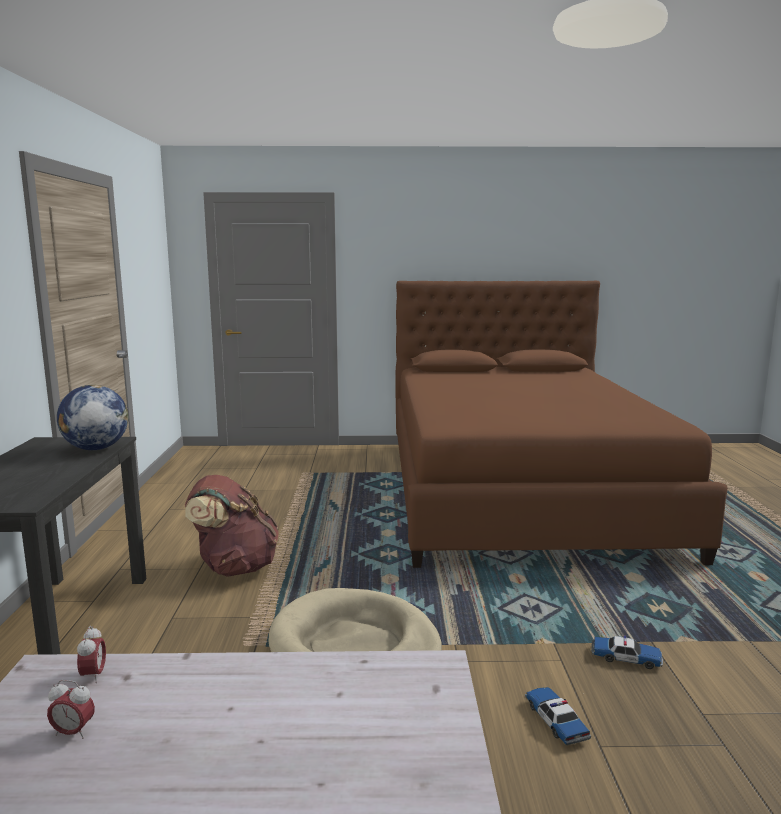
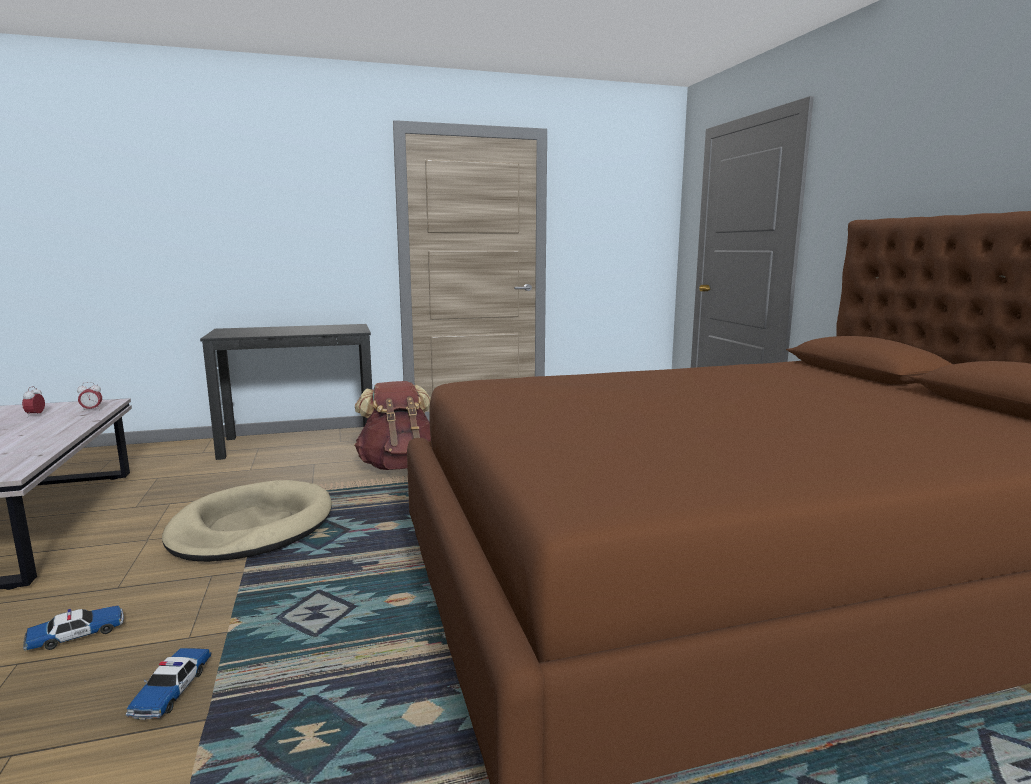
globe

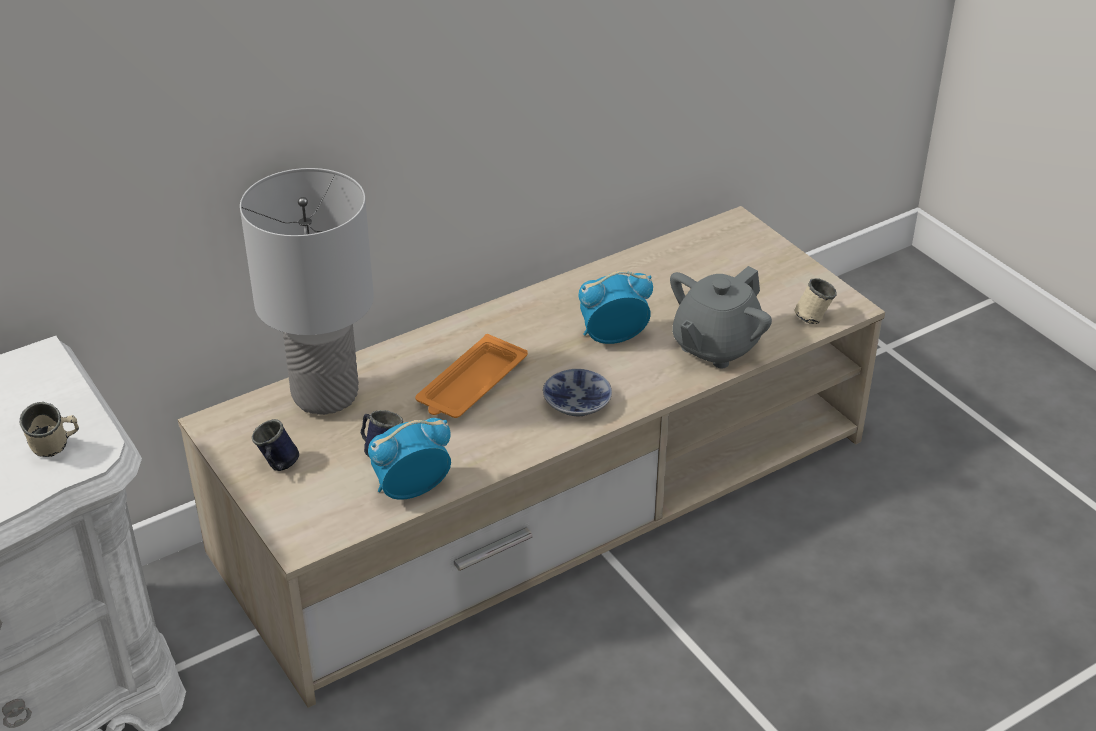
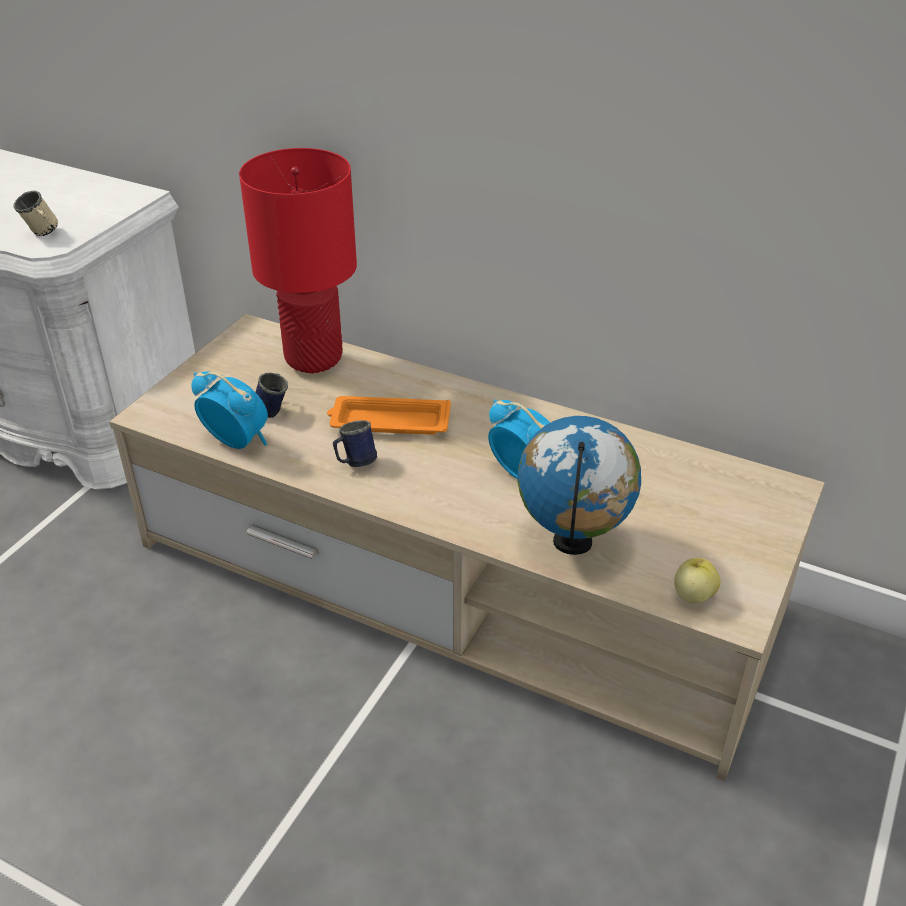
red table lamp
blue mug (2nd from left)
bowl
globe
apple

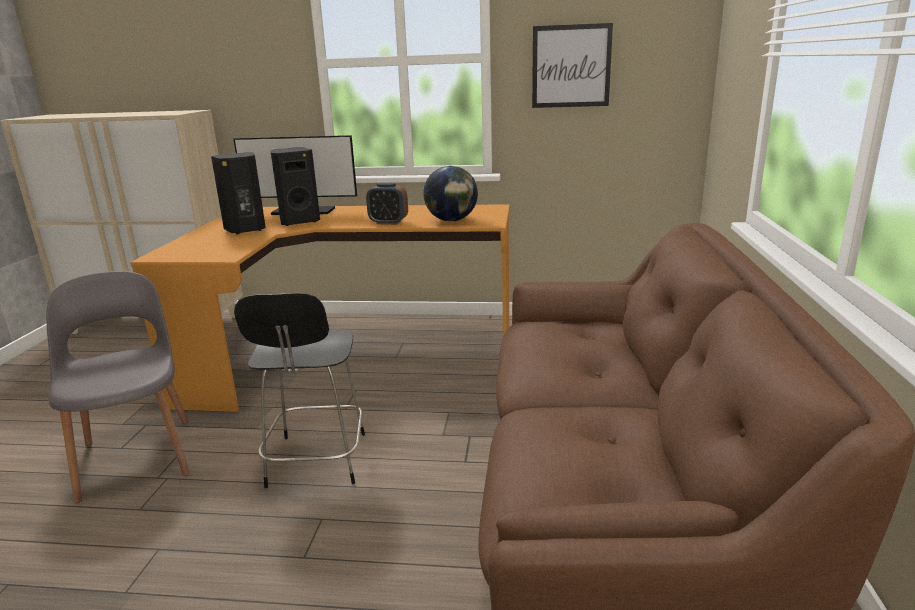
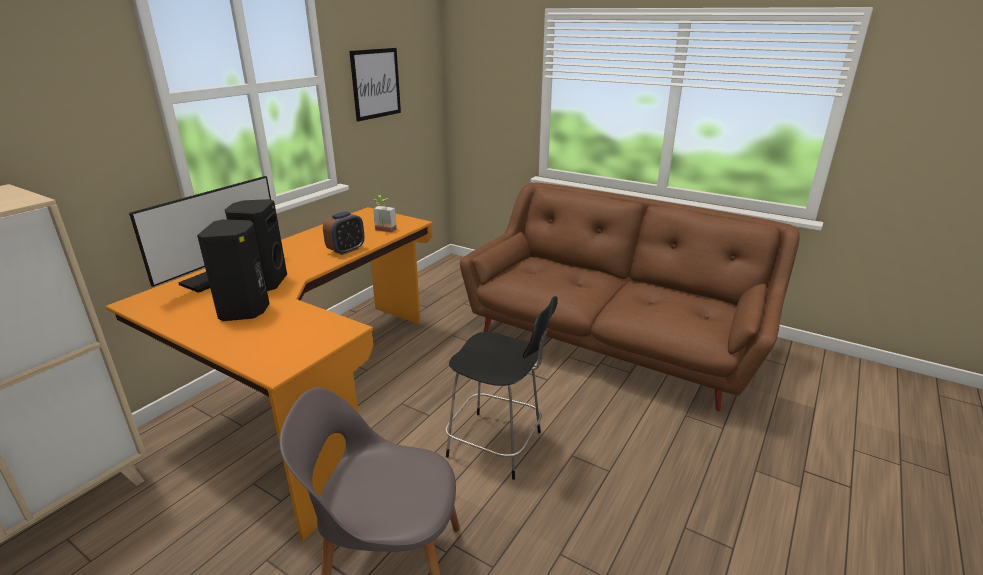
potted plant

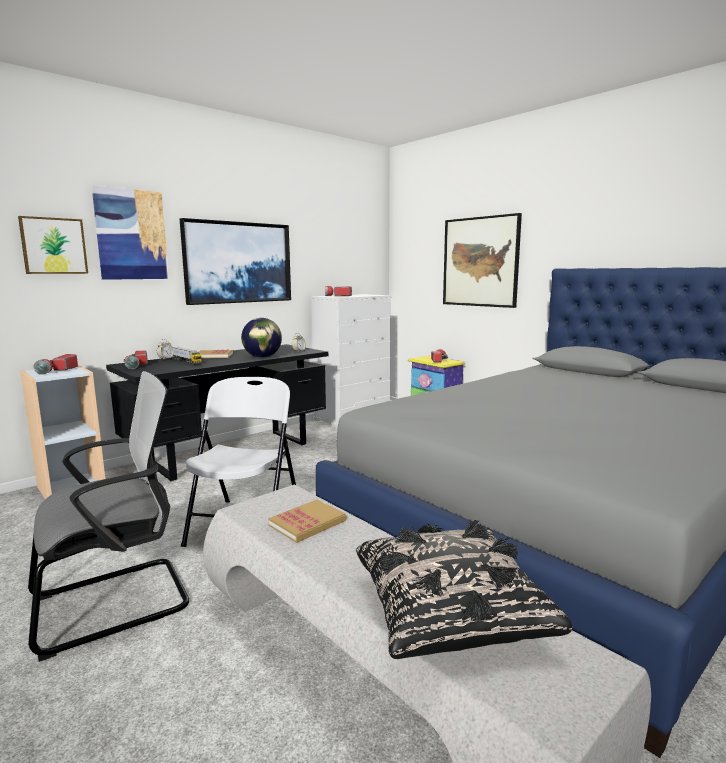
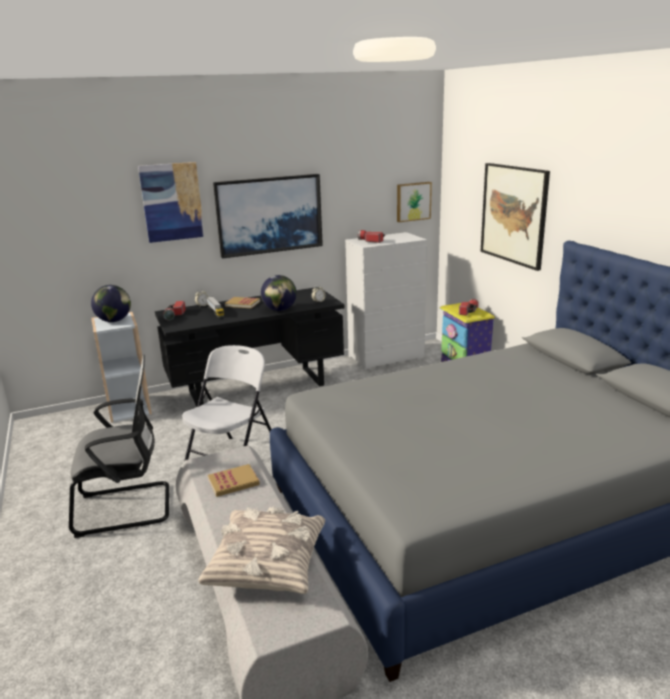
picture (3rd from left)
globe (1st from left)
beige pillow

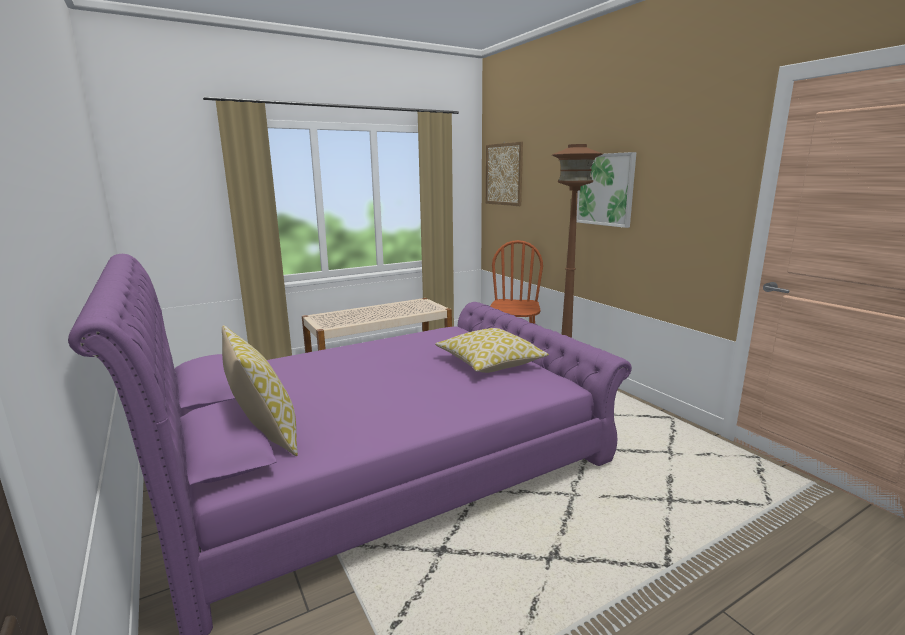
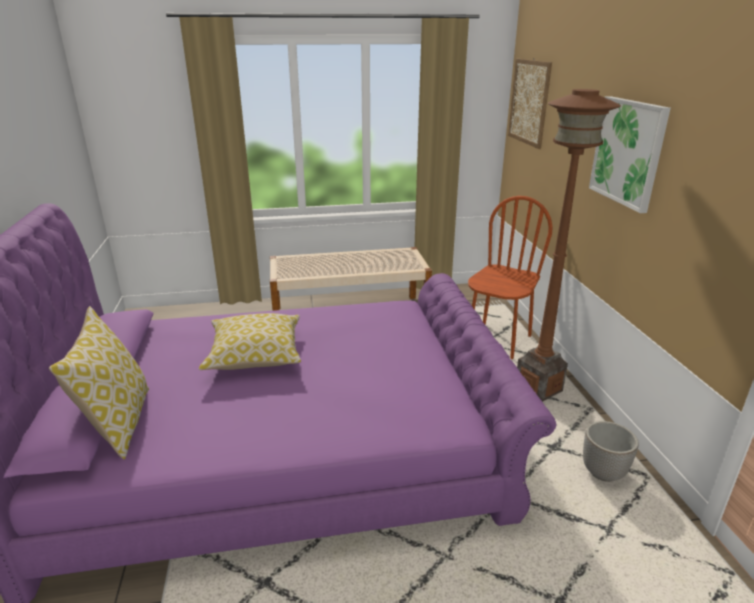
pillow (2nd from left)
planter

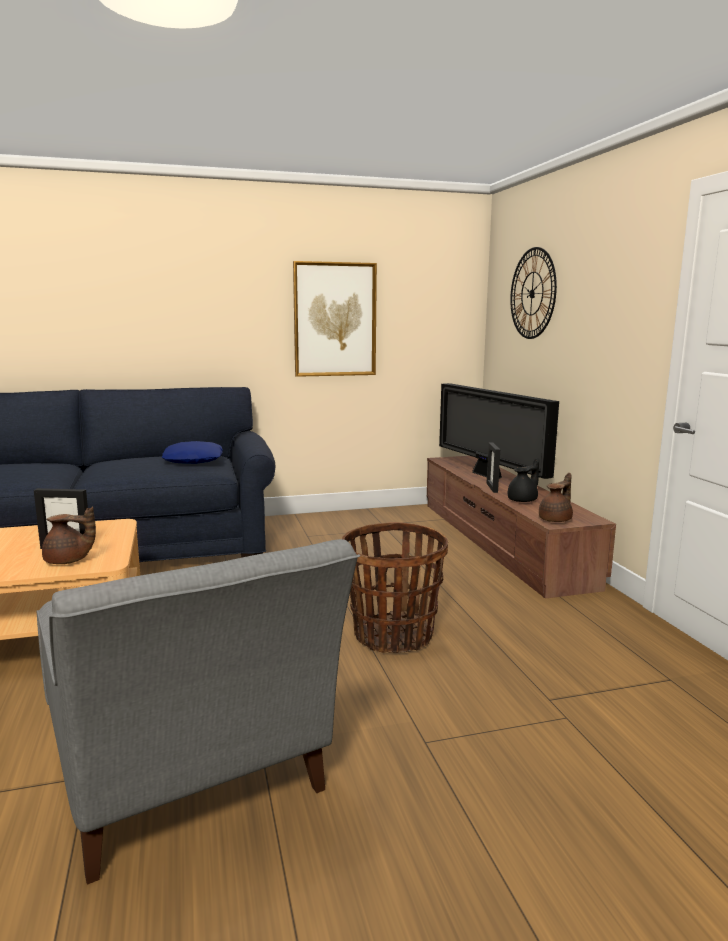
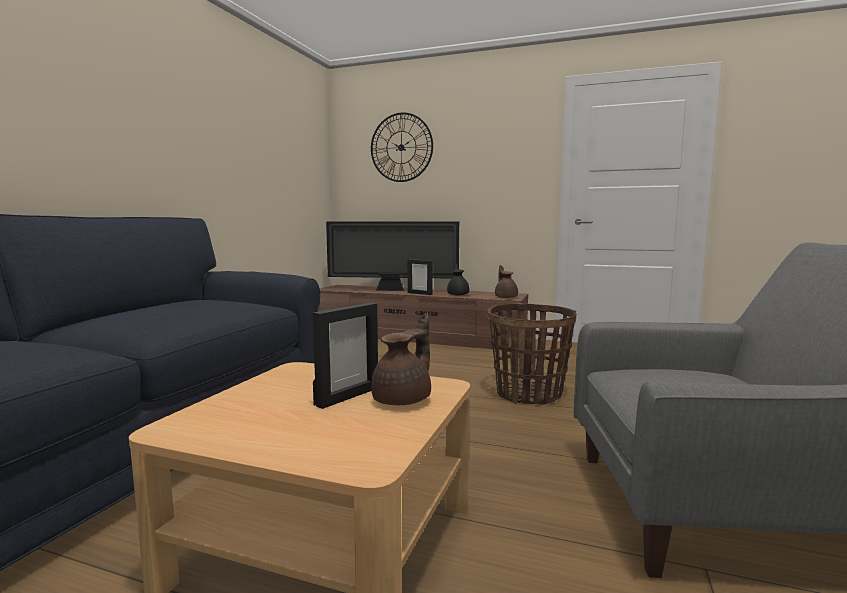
blue pillow
picture

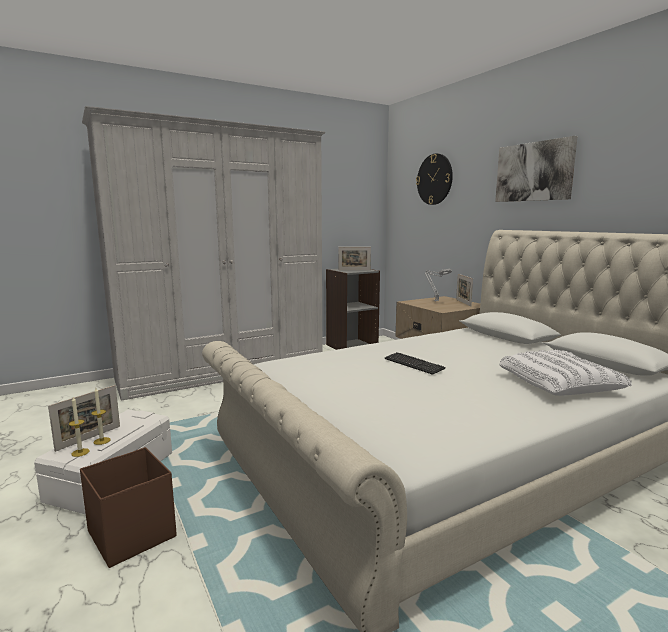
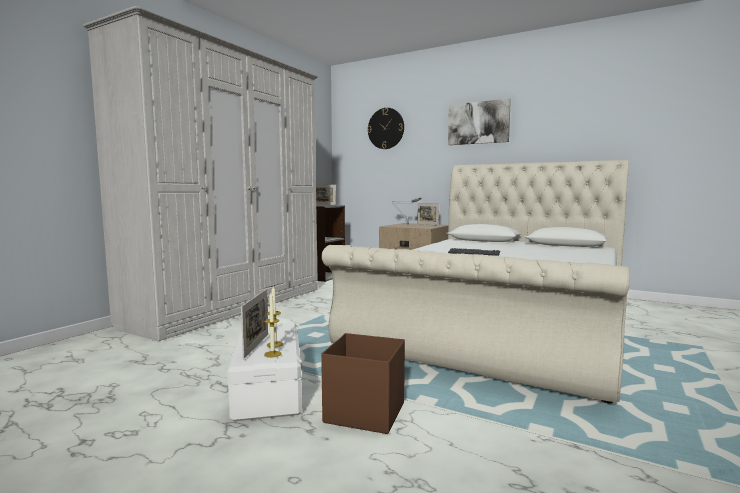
white pillow

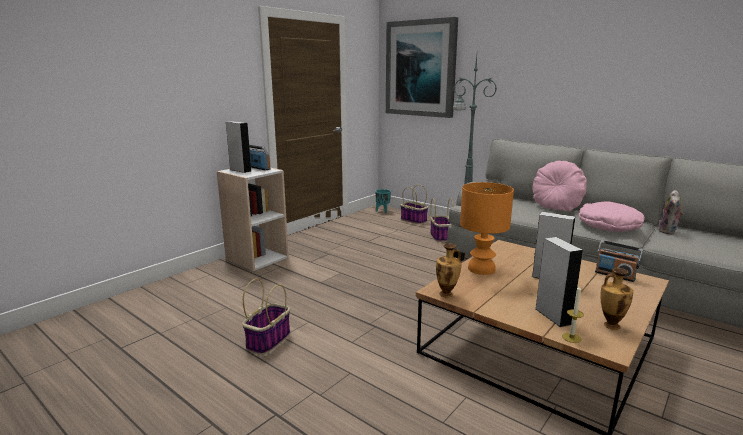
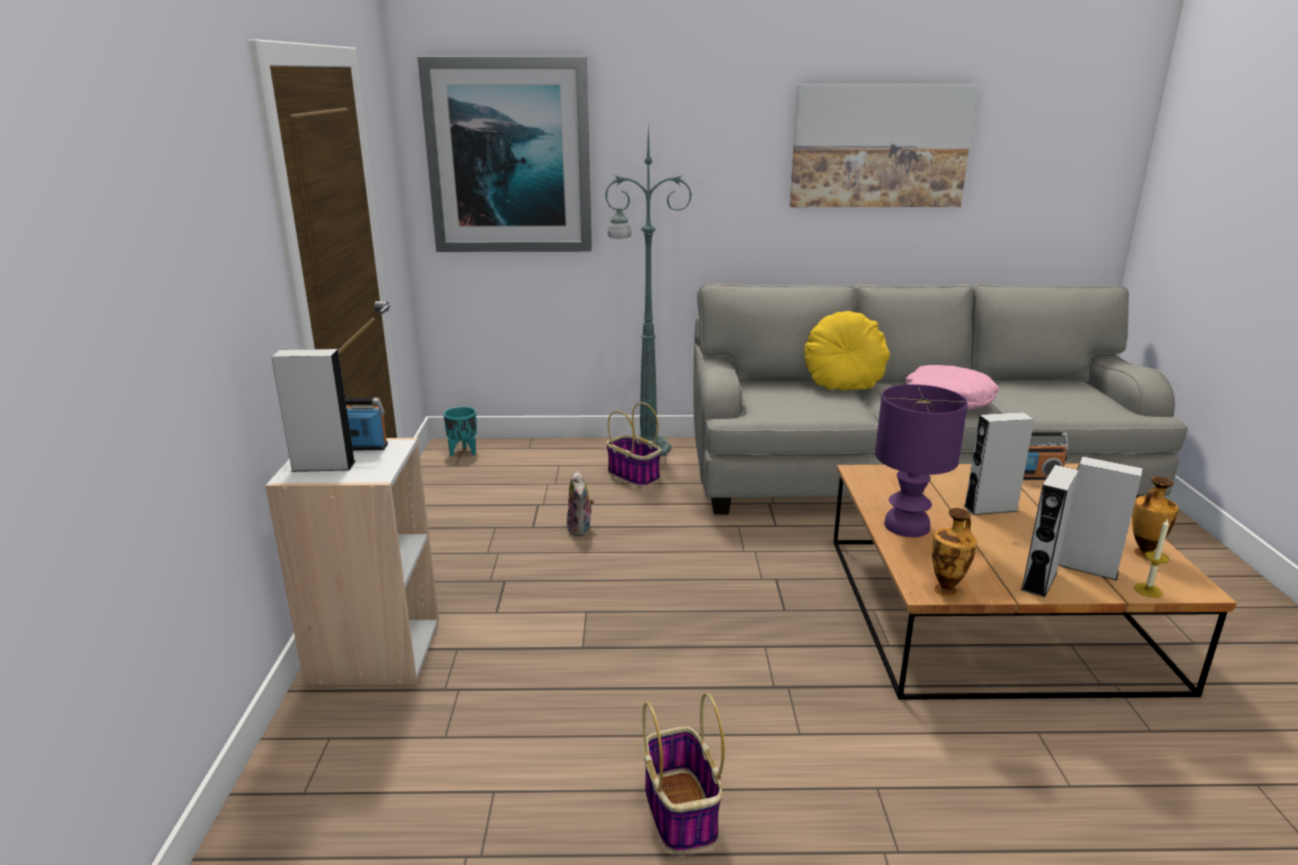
basket (2nd from left in the first image)
purple table lamp
yellow pillow
plush toy
picture (2nd from left)
grey speaker (3rd from left)

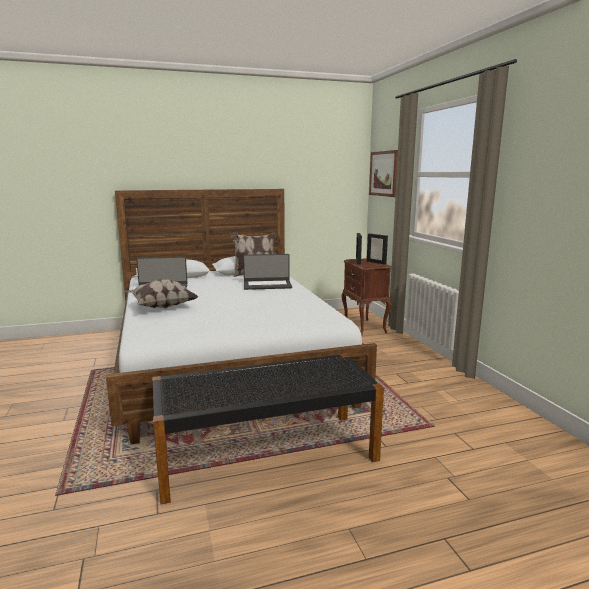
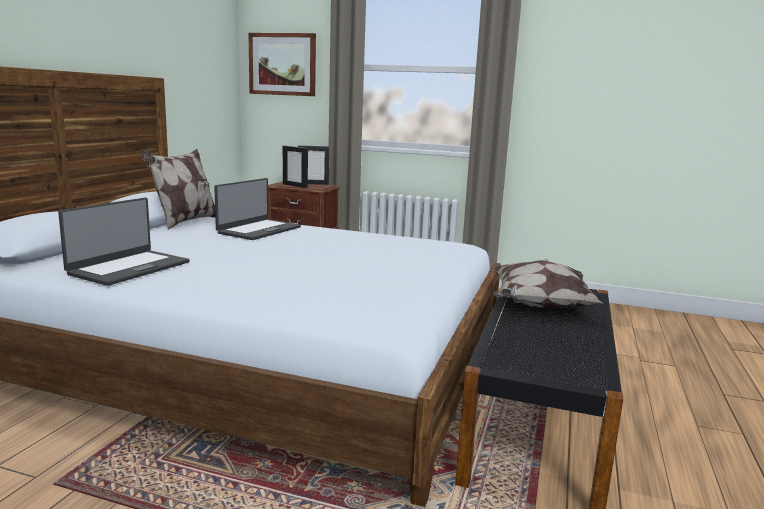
pillow (2nd from left)

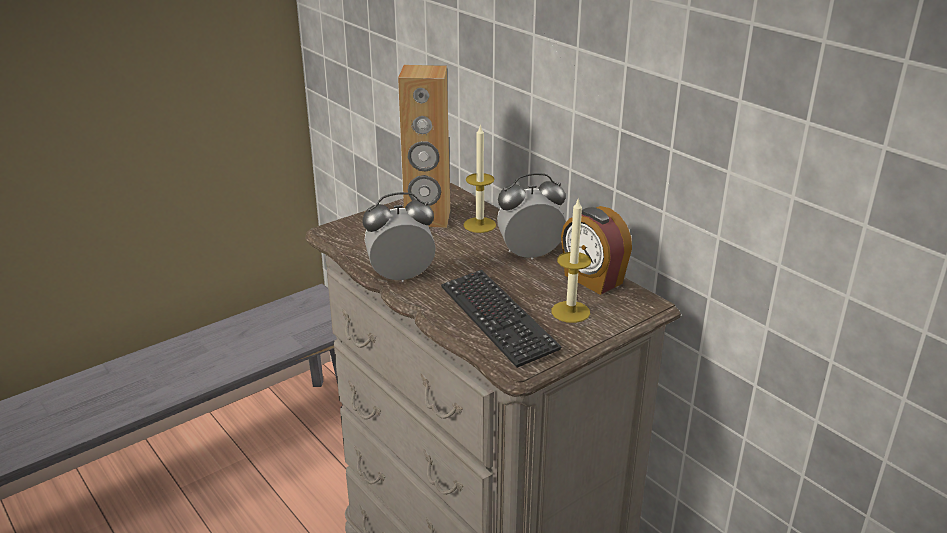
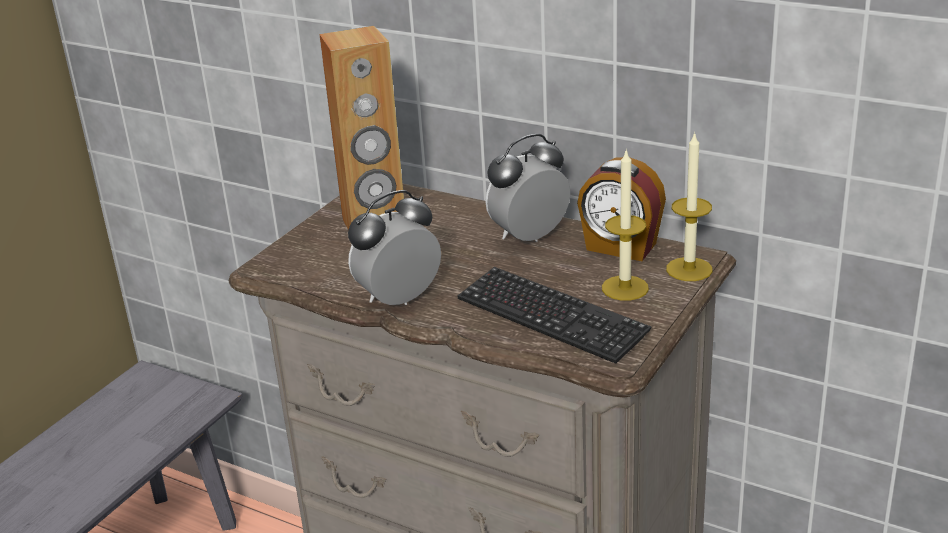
candle (2nd from left)

